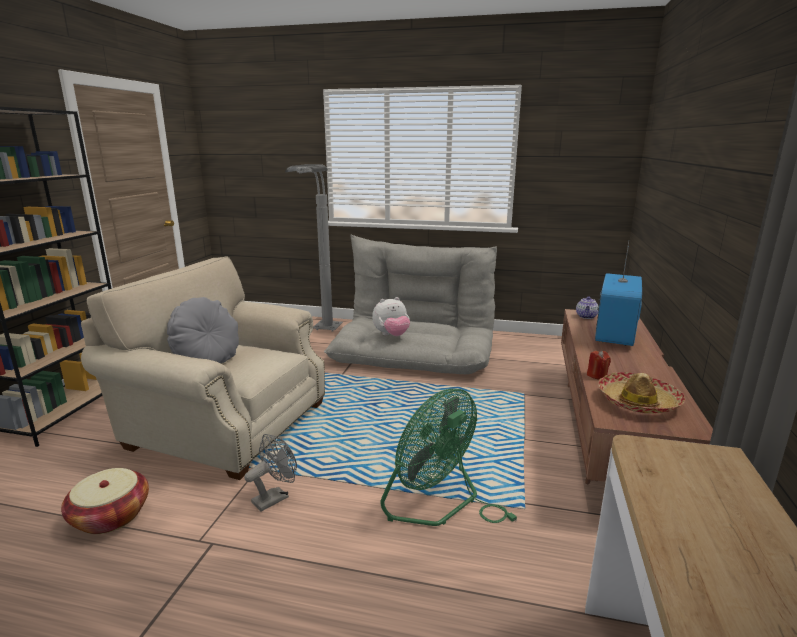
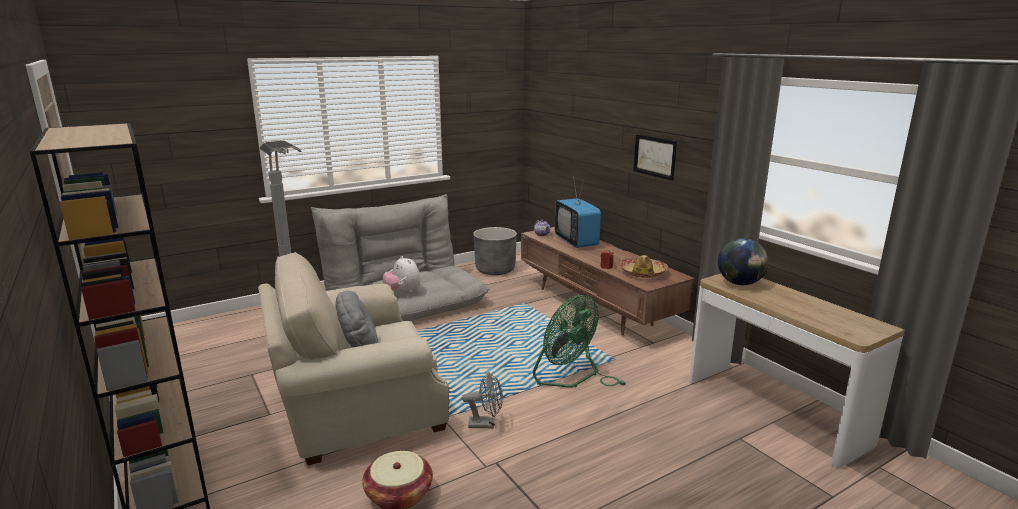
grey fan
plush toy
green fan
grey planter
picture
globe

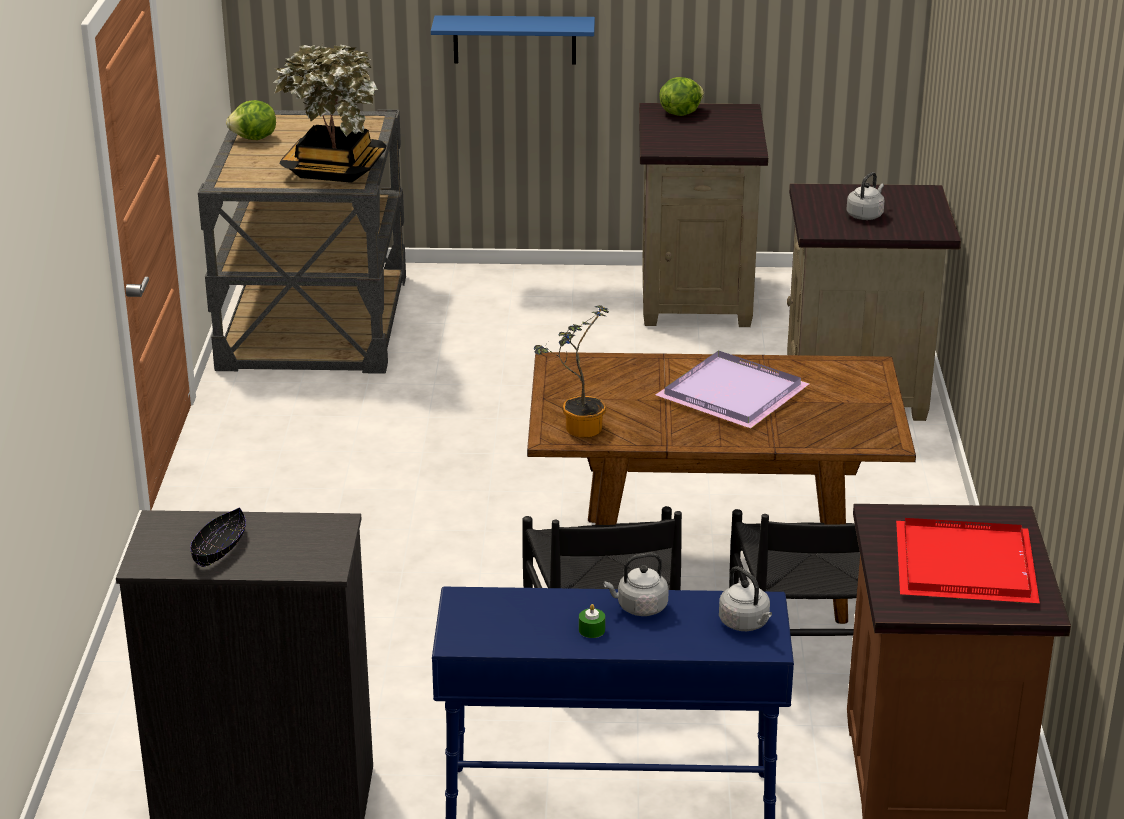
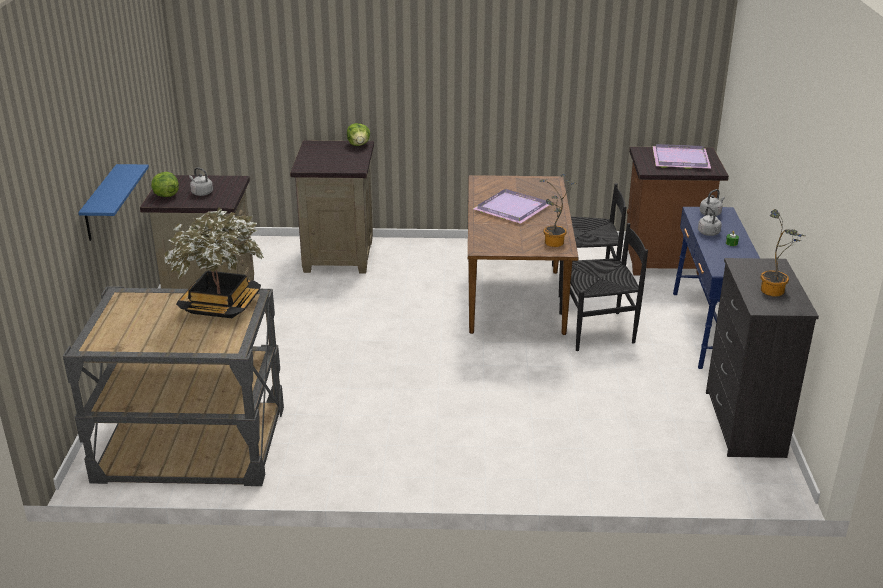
potted plant (3rd from left)
lettuce (2nd from left)
grey kettle (1st from left)
purple tray (2nd from left)

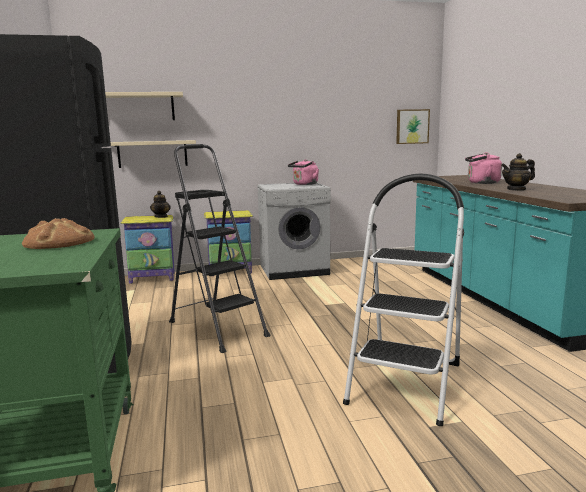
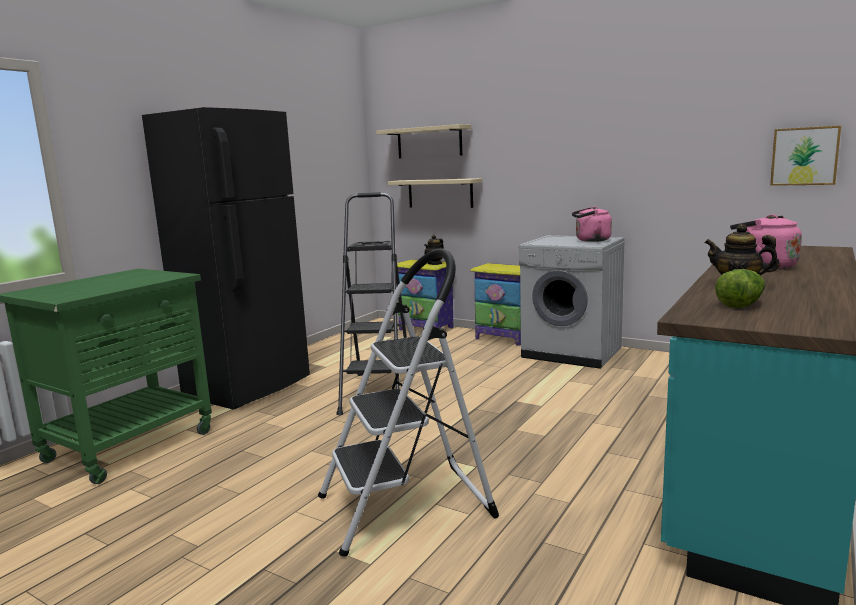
bread
lettuce

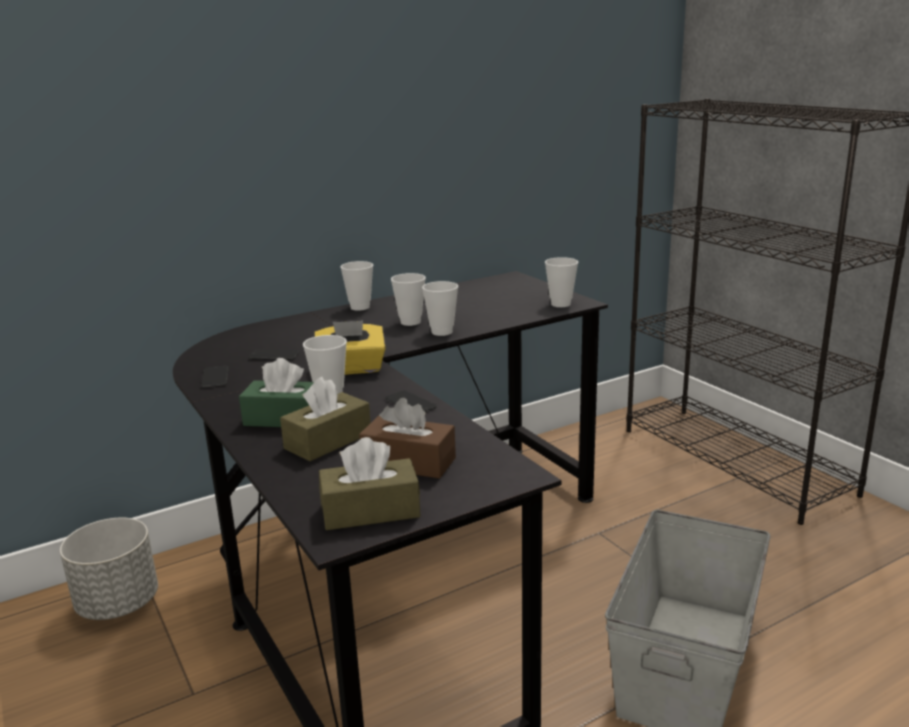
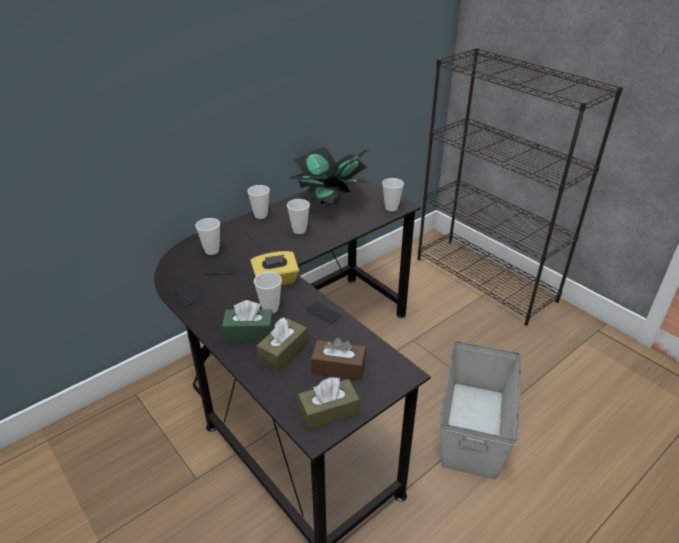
grey planter
cup (1st from left)
potted plant

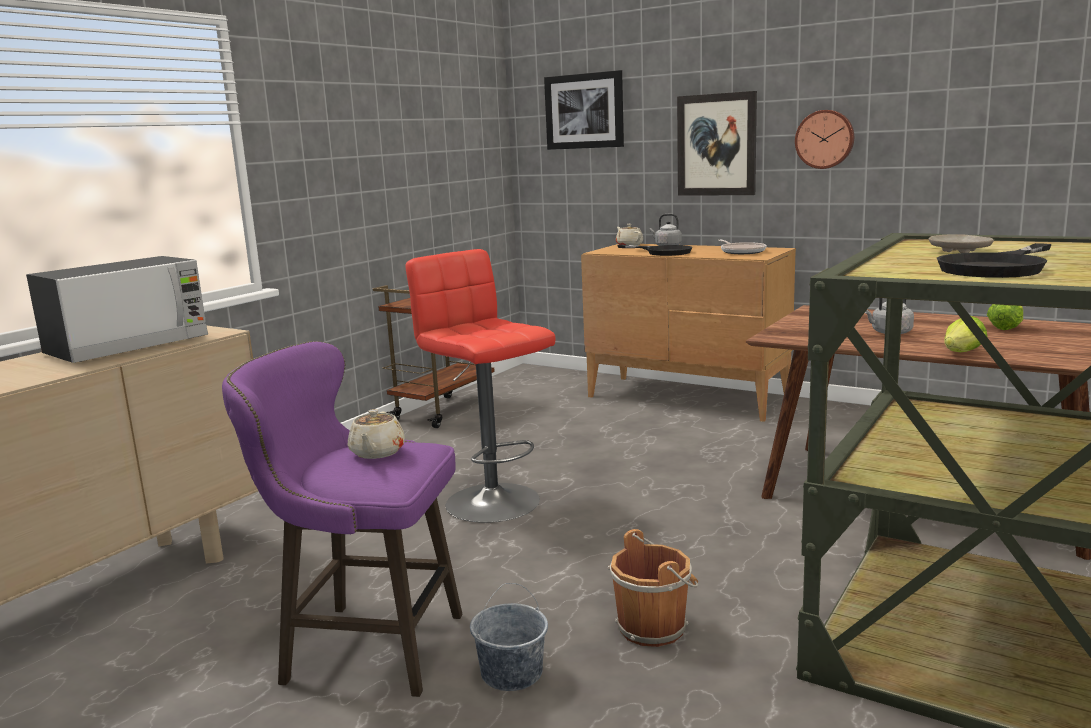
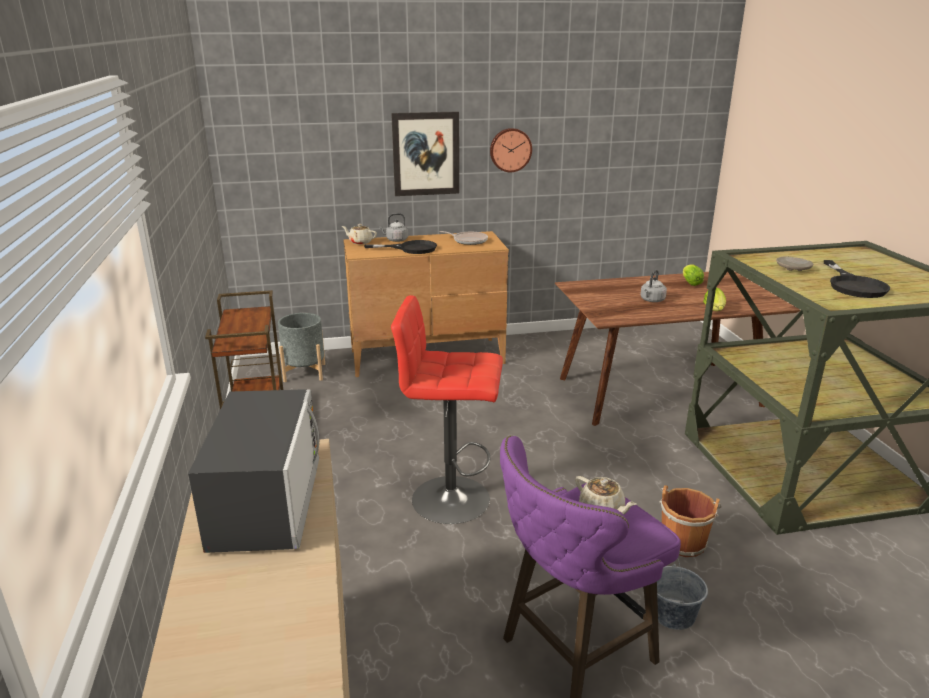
picture (1st from left in the first image)
grey planter

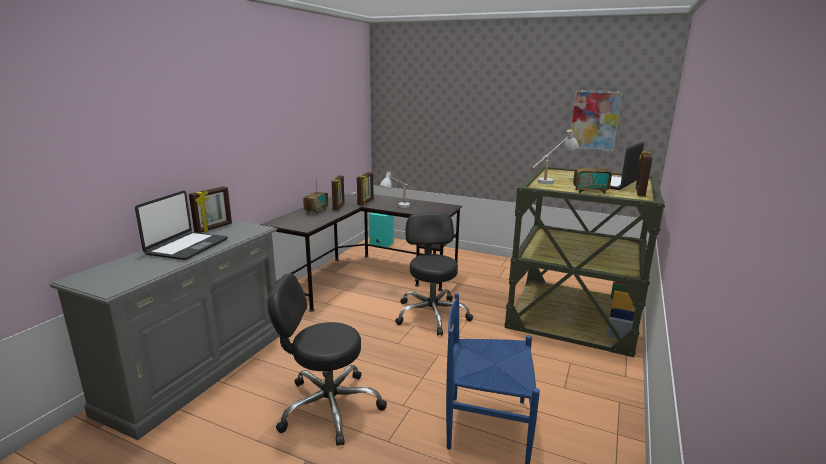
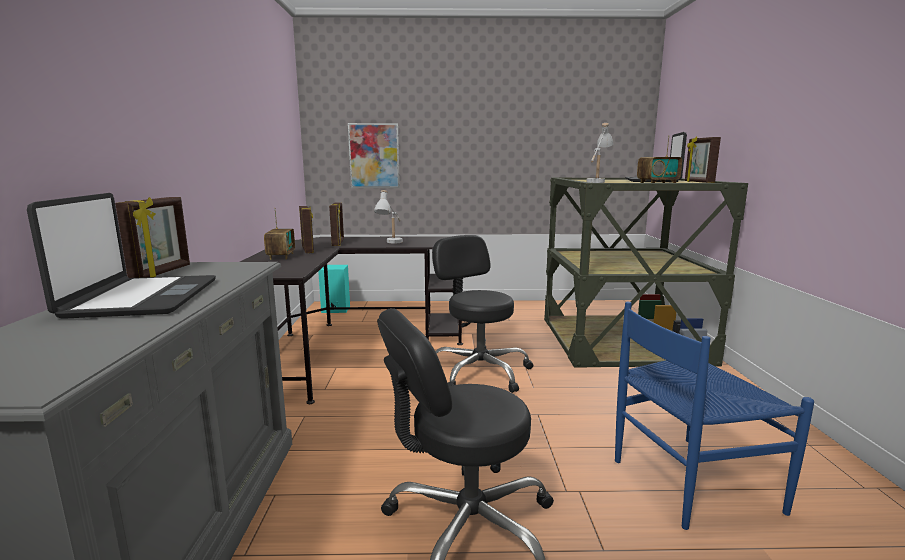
picture

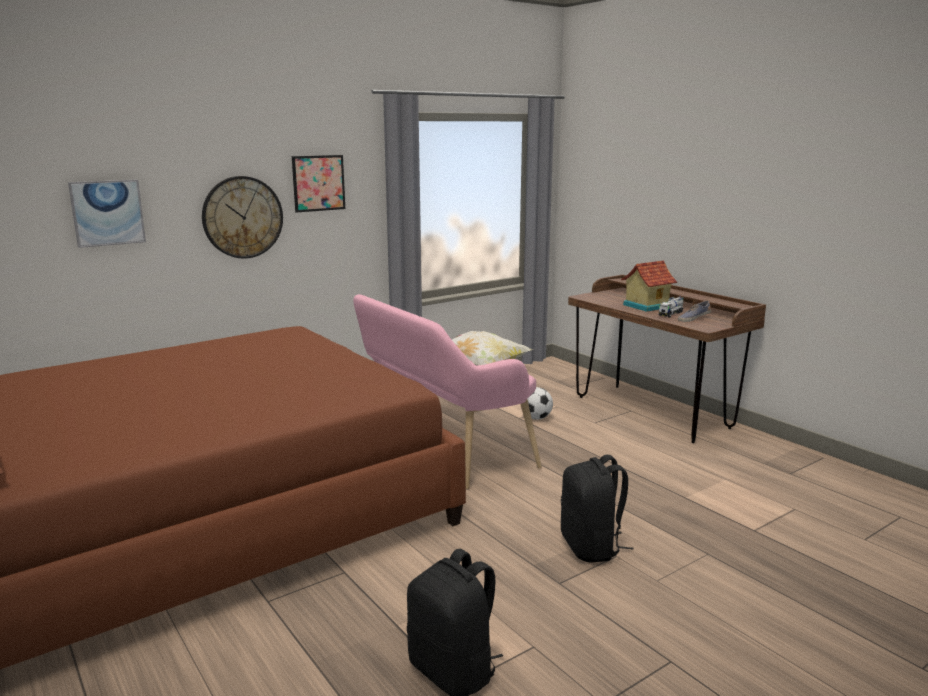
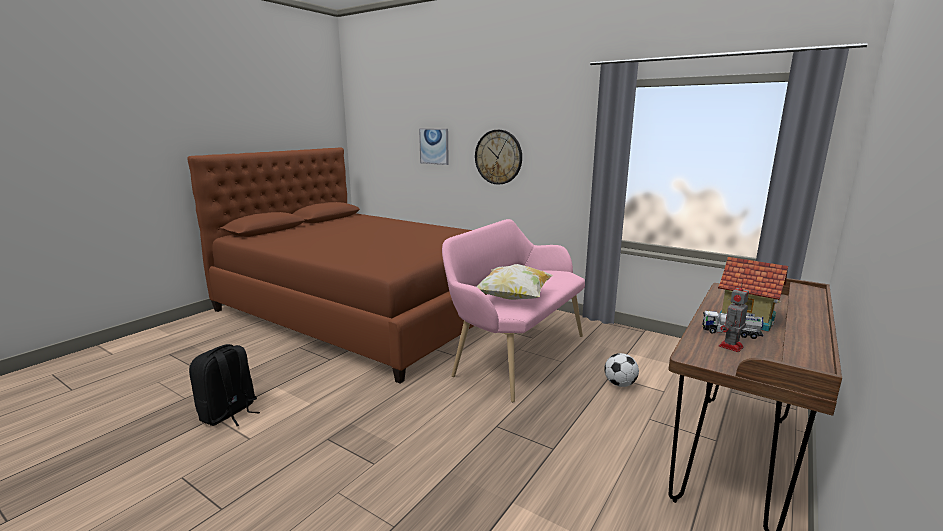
picture (2nd from left in the first image)
black backpack (2nd from left in the first image)
toy robot

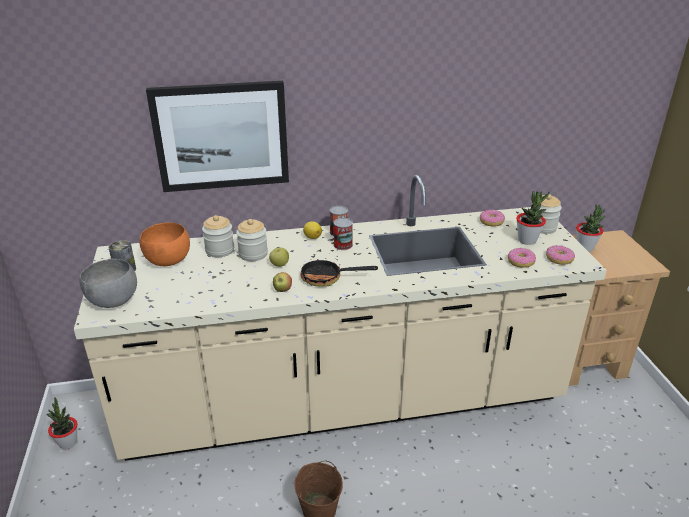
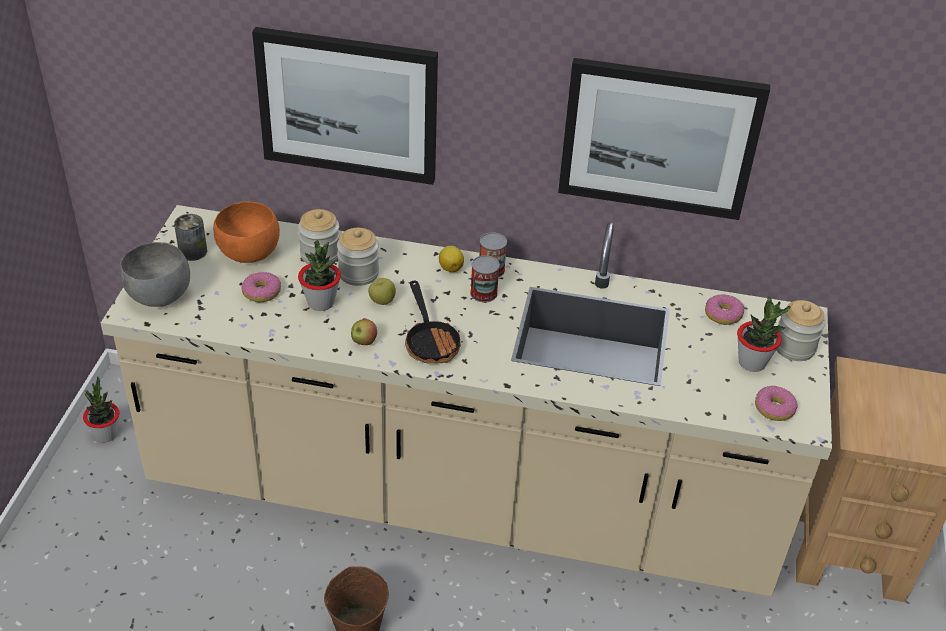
frying pan
donut (1st from left)
potted plant (2nd from left)
picture (2nd from left)

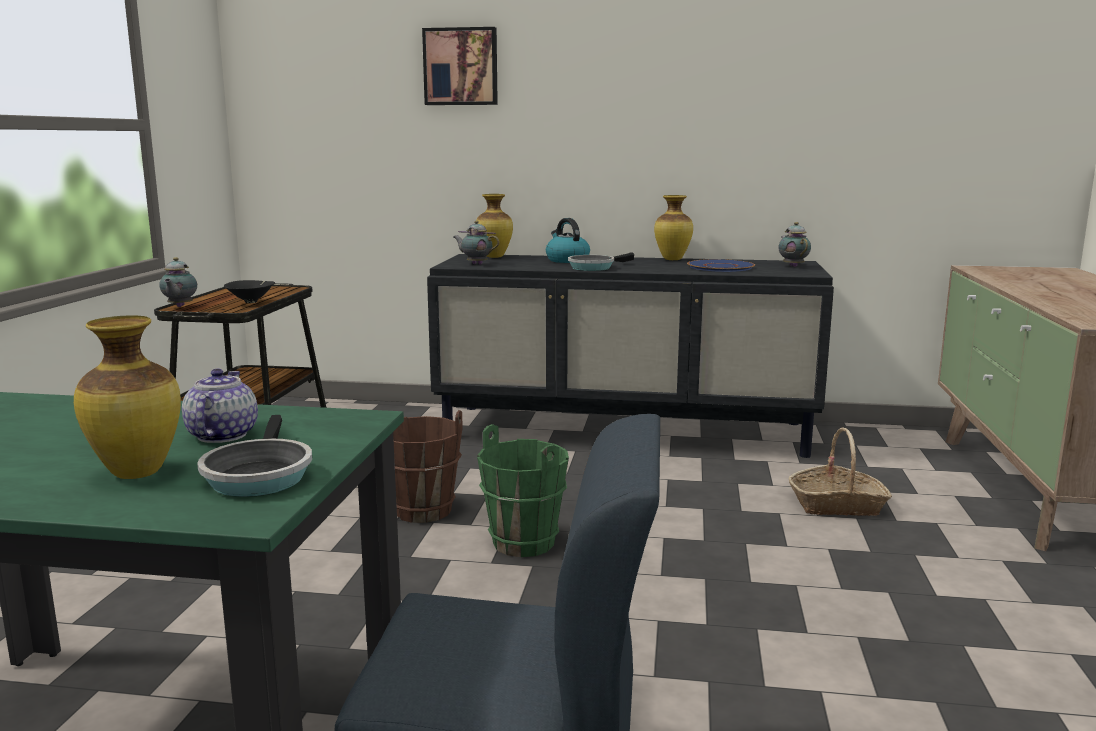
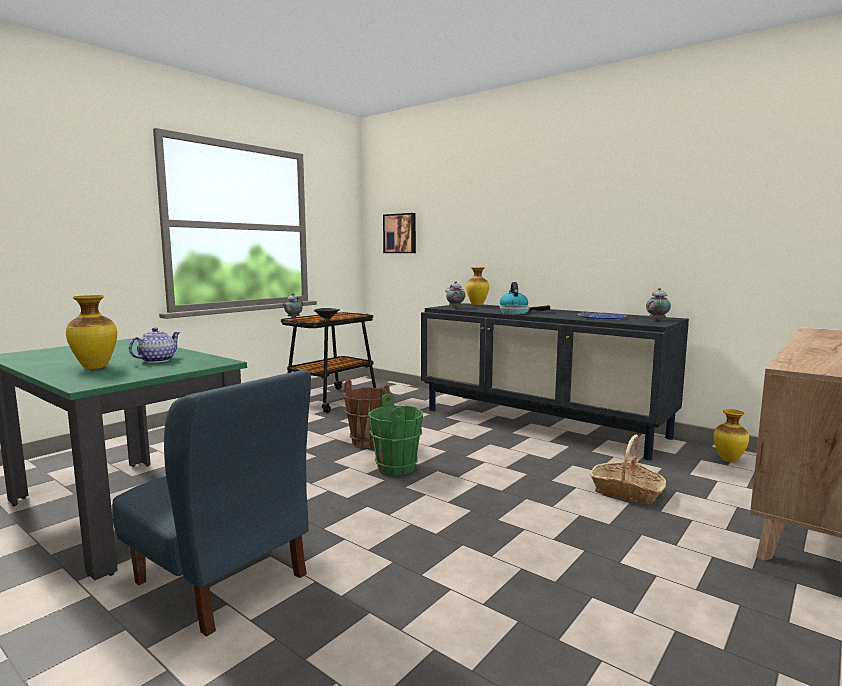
frying pan (1st from left in the first image)
picture
vase (3rd from left)

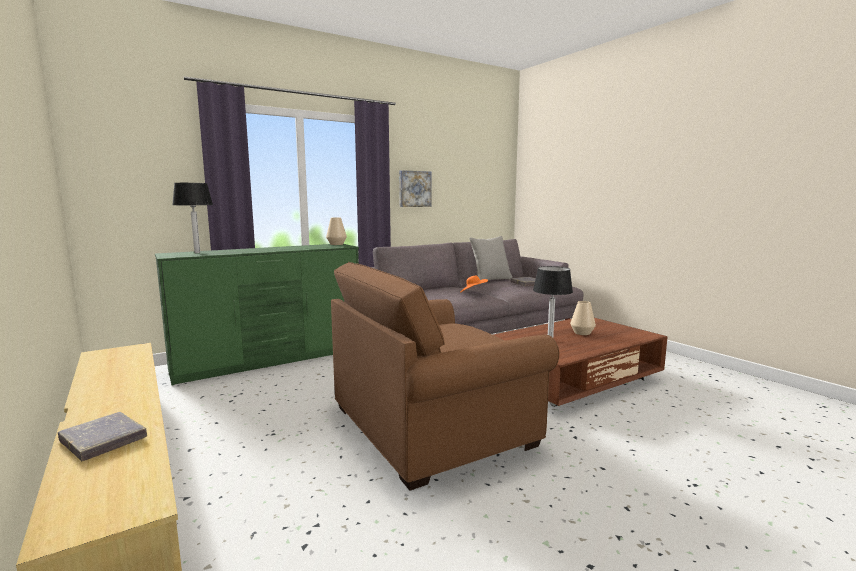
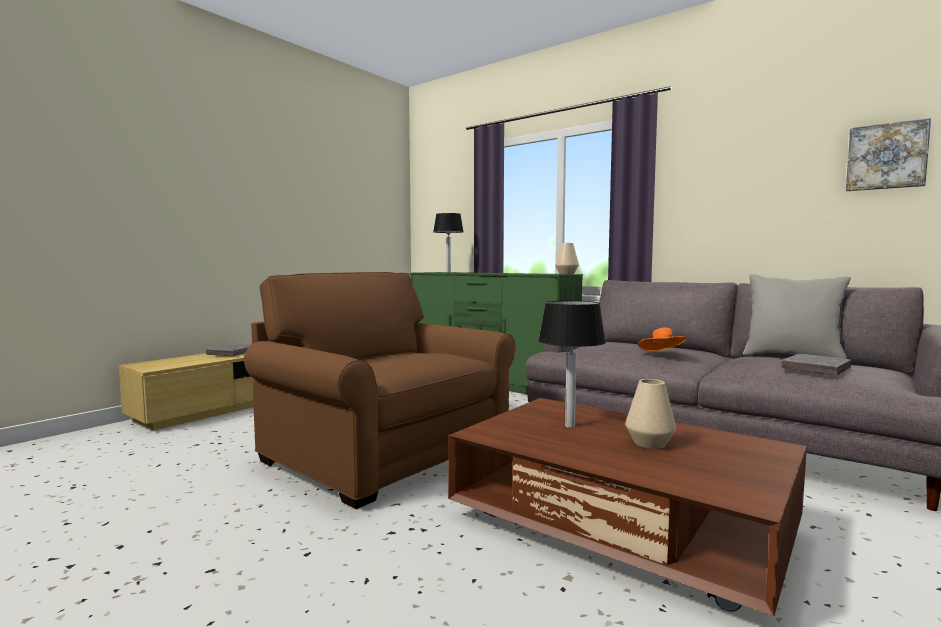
picture

